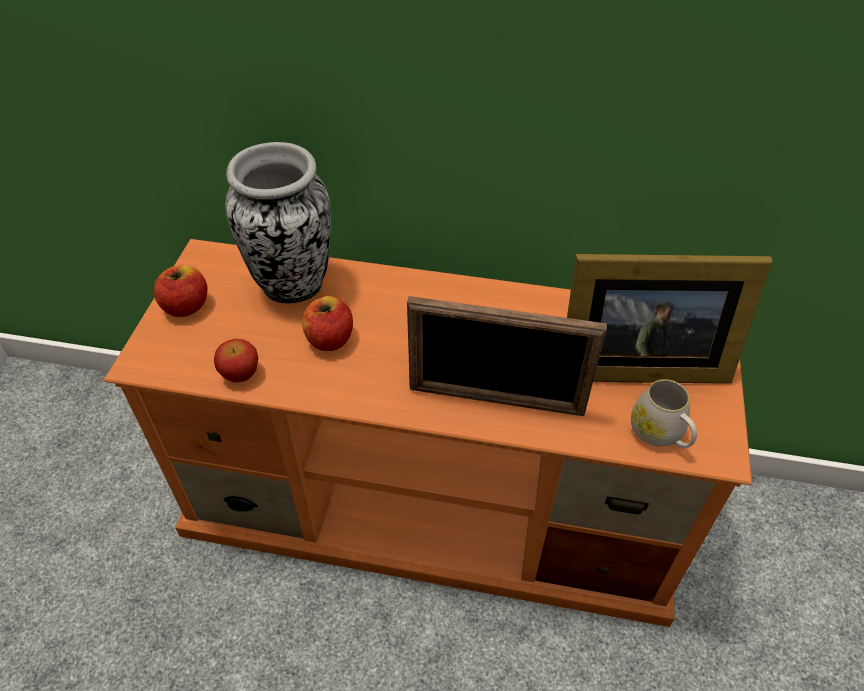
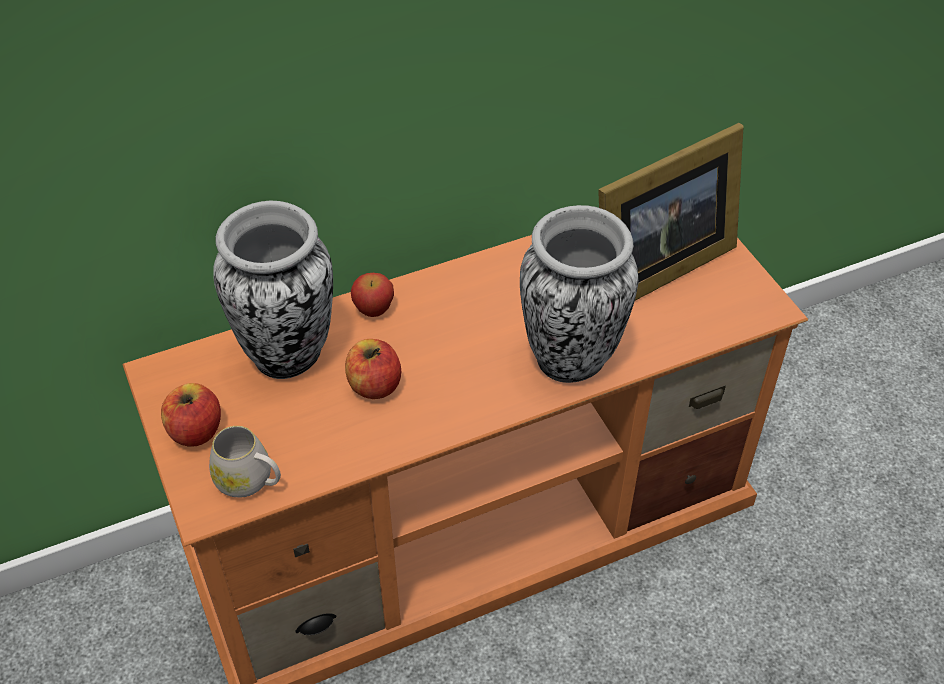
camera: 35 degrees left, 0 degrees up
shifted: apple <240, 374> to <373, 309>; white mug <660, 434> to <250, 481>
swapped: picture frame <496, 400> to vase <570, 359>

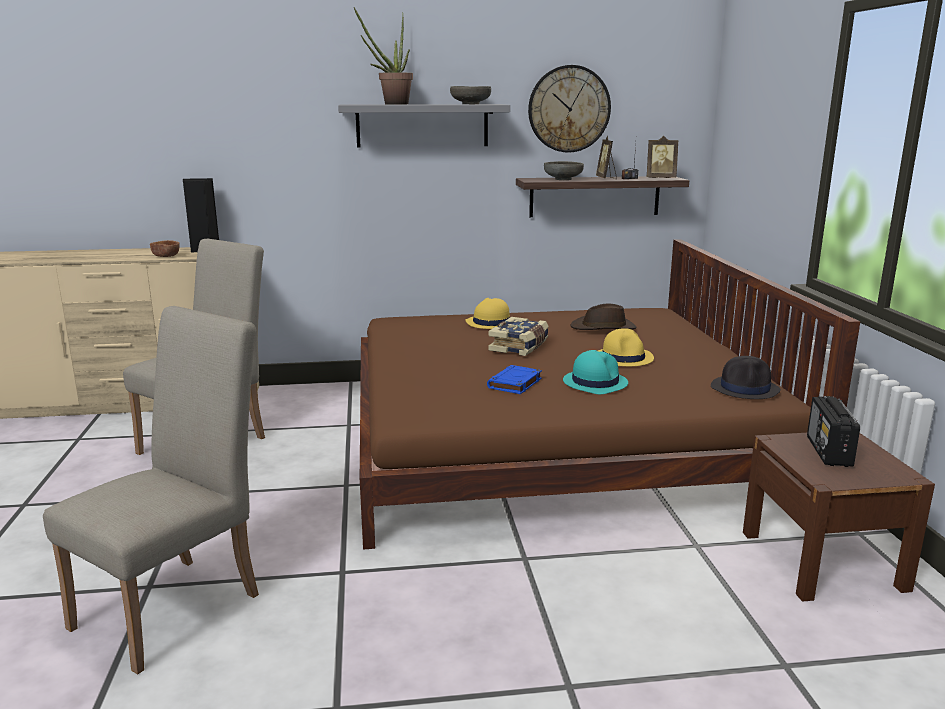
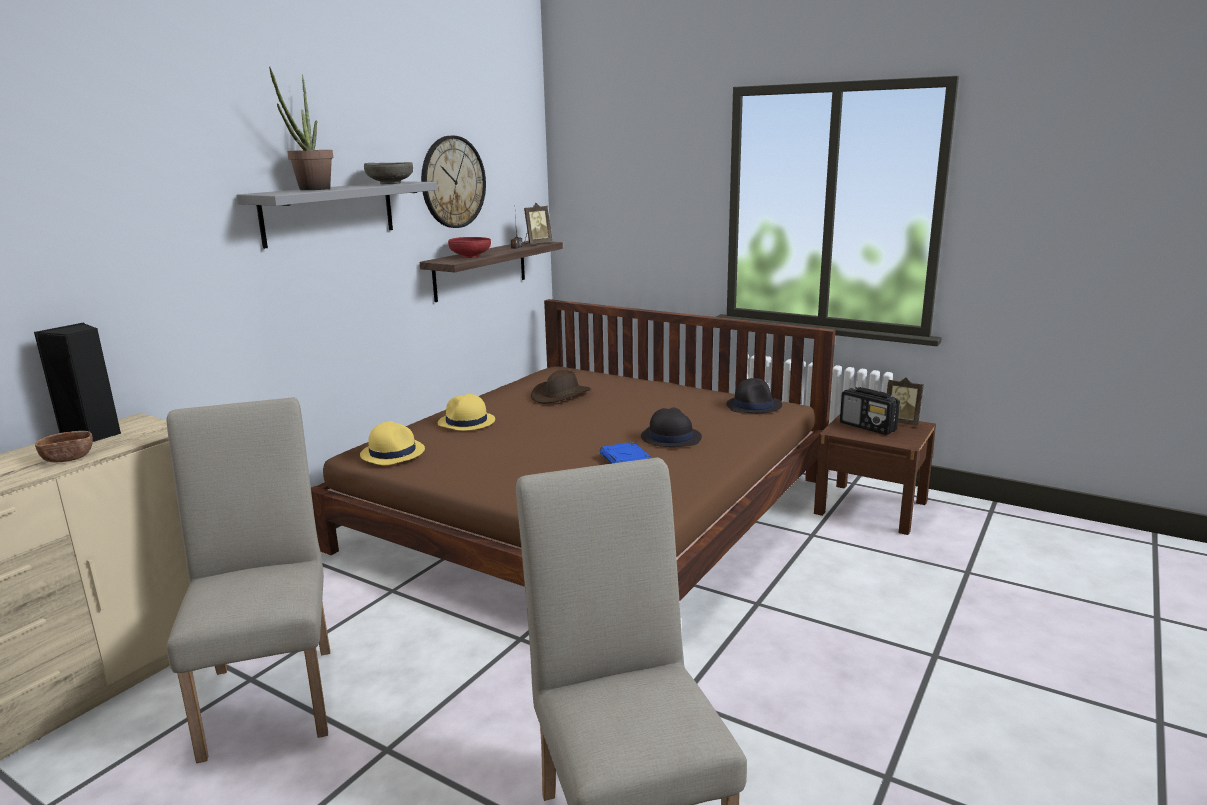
camera: 50 degrees left, 0 degrees up
gone: book <520, 347>
shifted: picture frame <606, 178> to <902, 422>; yellow hat <623, 358> to <392, 453>
repainted: grey bowl <563, 179> to red bowl <470, 256>; turquoise hat <595, 382> to black hat <670, 437>

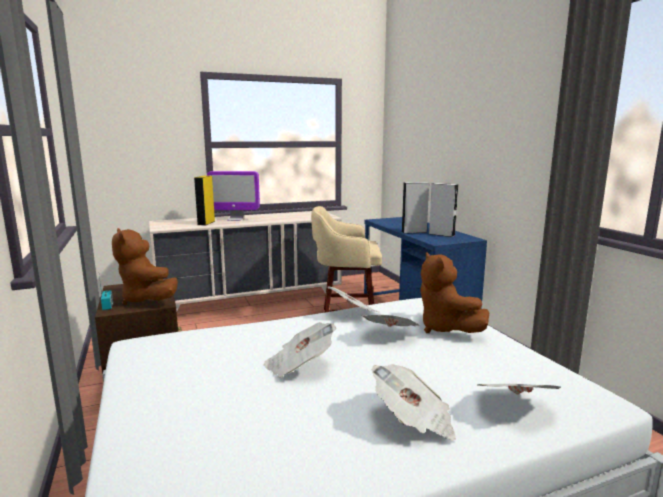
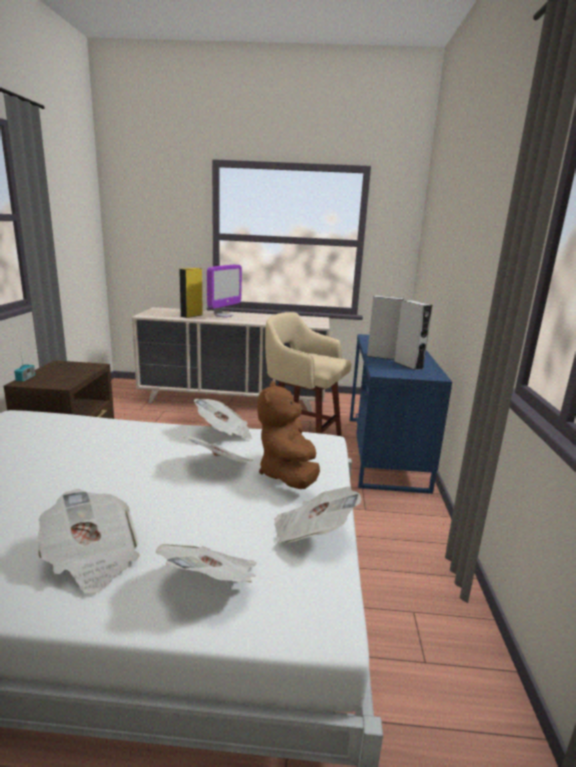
camera: 25 degrees right, 5 degrees up
gone: brown plush toy <147, 300>
shifted: newspaper <299, 366> to <312, 533>
rotated: monitor <235, 219> = <223, 315> 90 degrees counterclockwise

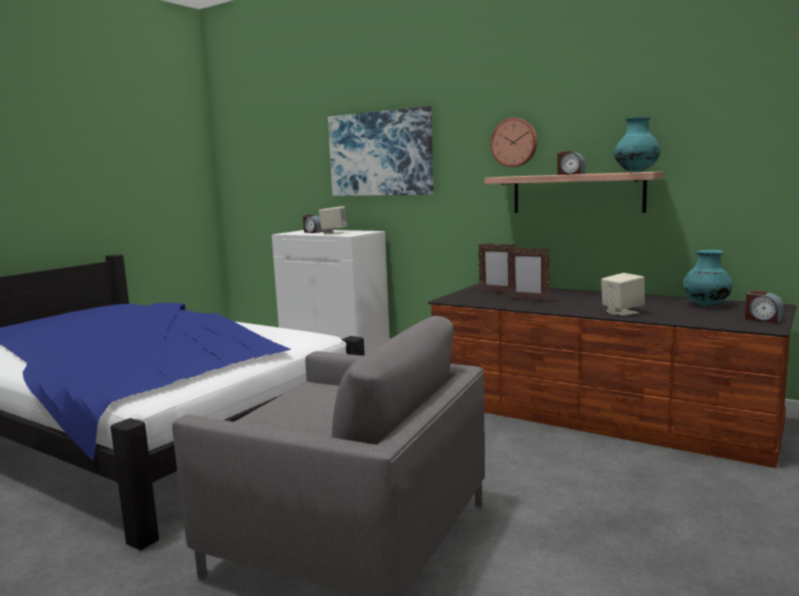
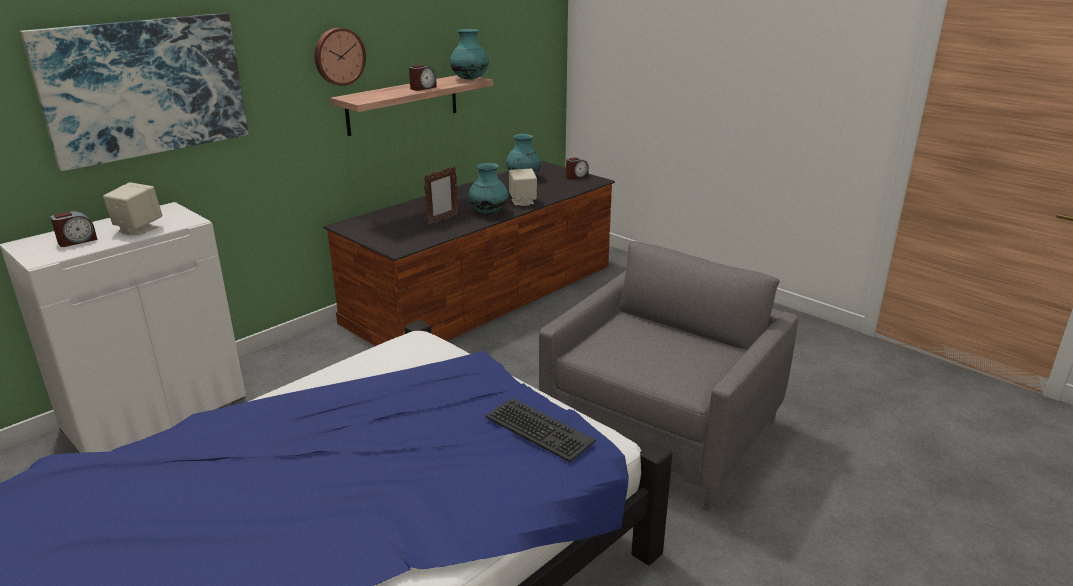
camera: 80 degrees left, 15 degrees up
gone: picture frame <496, 292>
new: turquoise vase <488, 212>; keyboard <538, 430>

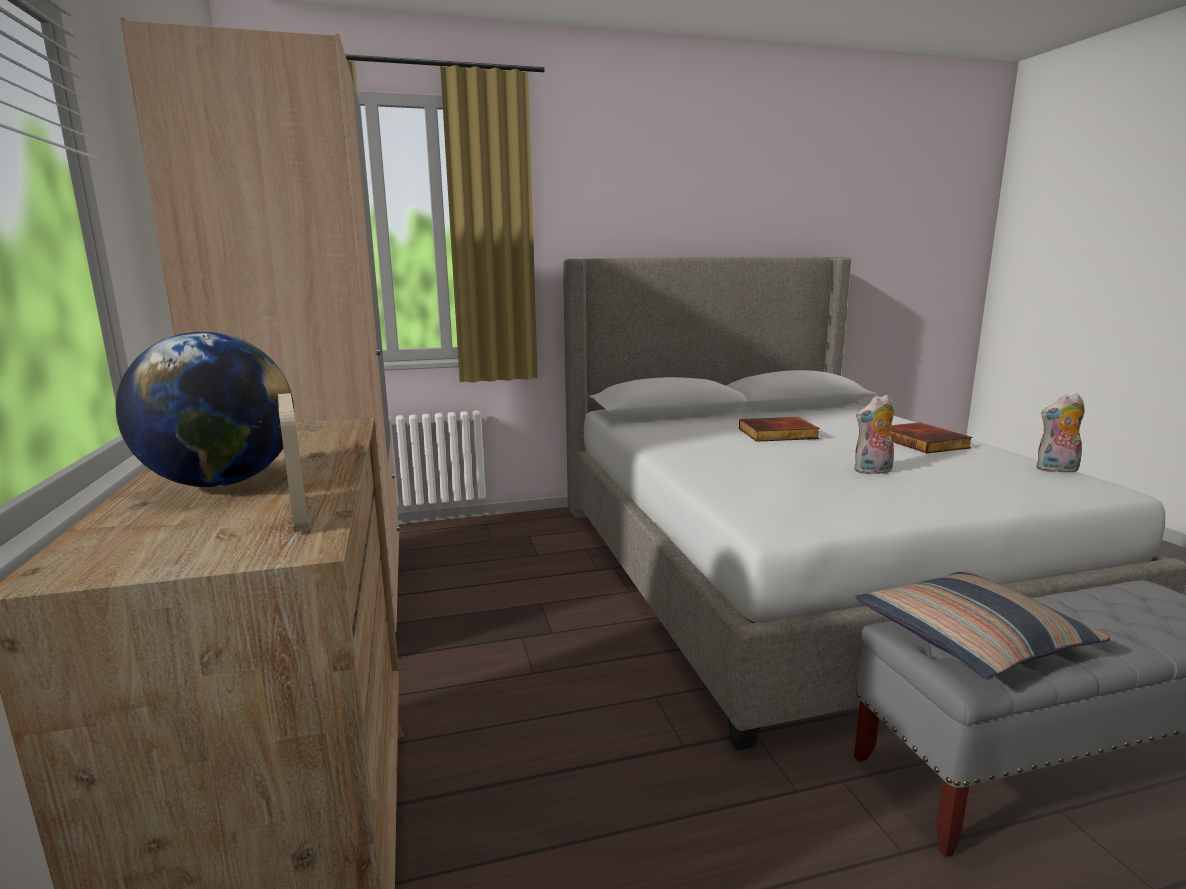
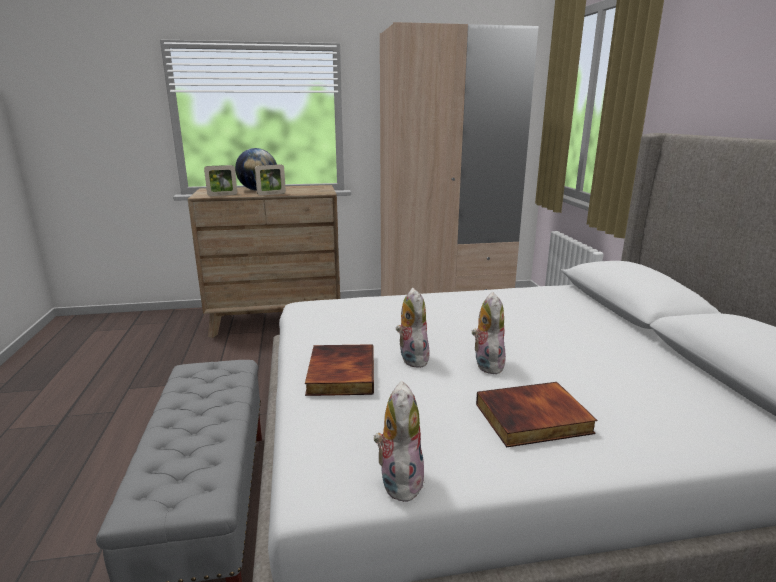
camera: 95 degrees right, 5 degrees up
gone: pillow <971, 639>
new: picture frame <271, 194>; plush toy <486, 364>
shifted: book <777, 434> to <339, 373>

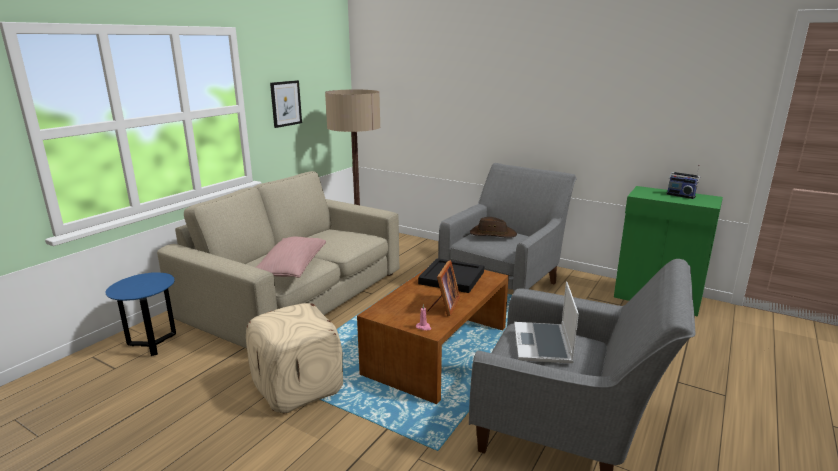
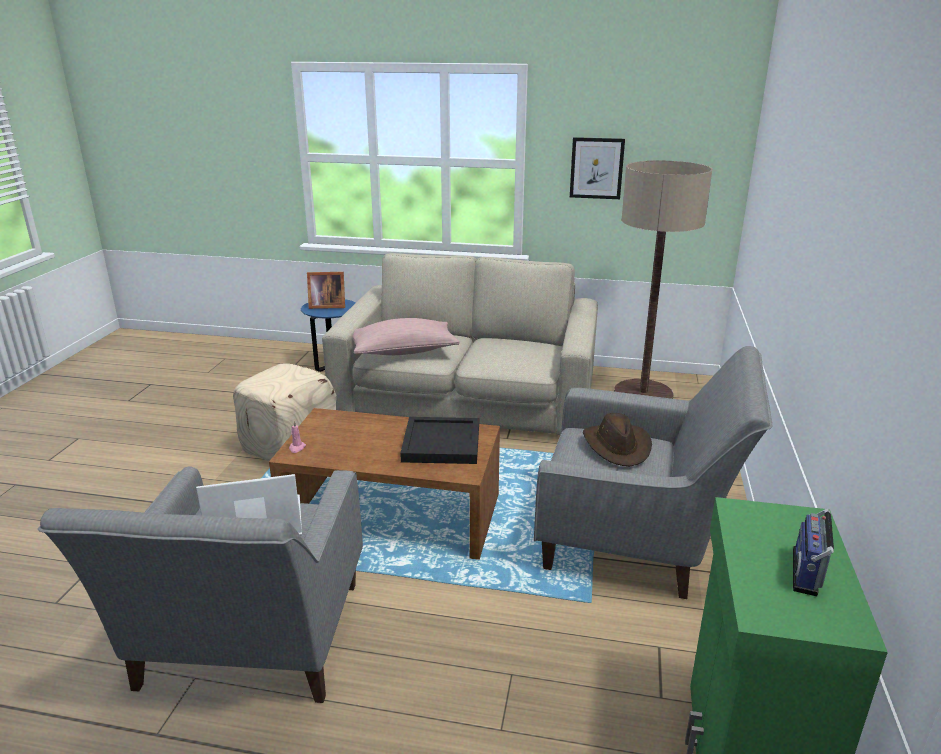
camera: 70 degrees right, 5 degrees up
shifted: picture frame <444, 306> to <326, 306>

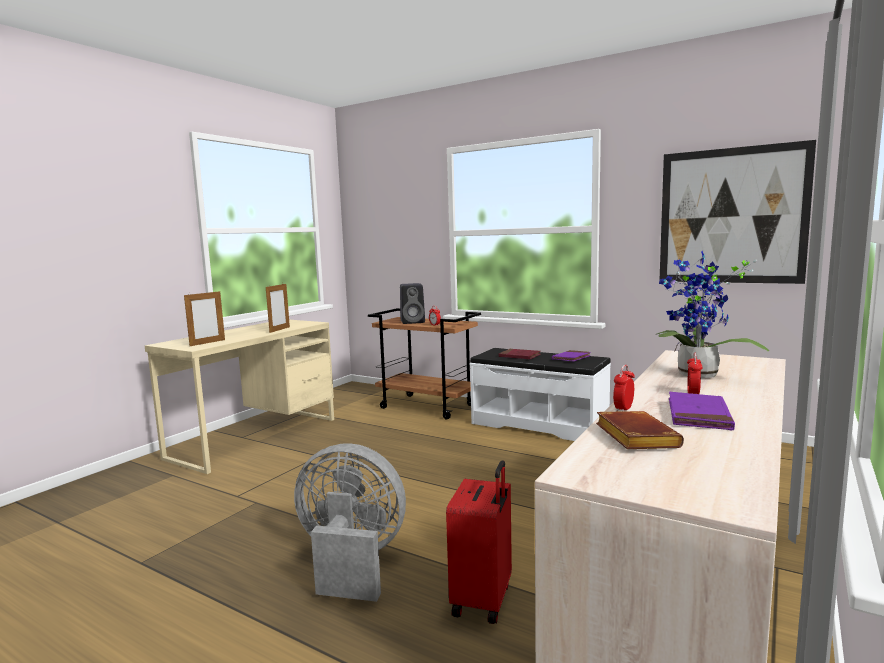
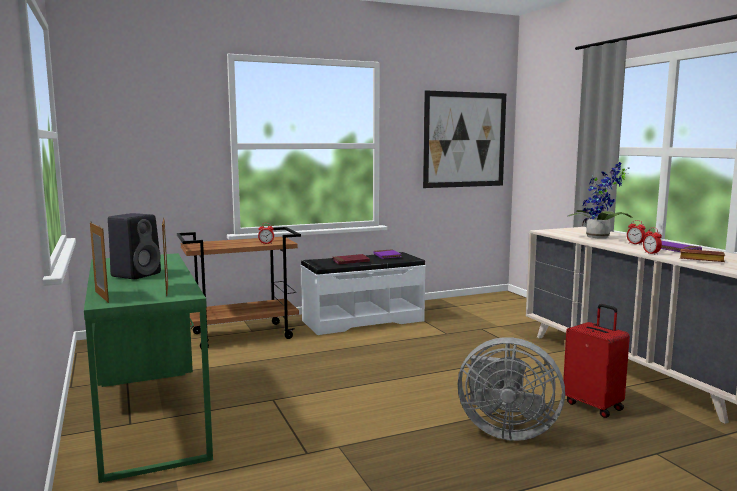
camera: 55 degrees left, 0 degrees up
shifted: picture frame <279, 330> to <101, 297>; black speaker <413, 322> to <137, 274>
repainted: beige desk <255, 437> to green desk <150, 417>
rotated: grey fan <351, 561> = <505, 430> 120 degrees counterclockwise

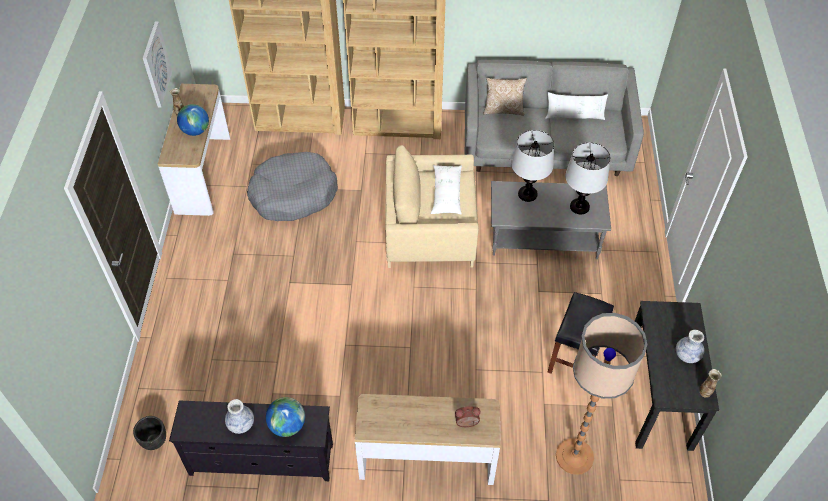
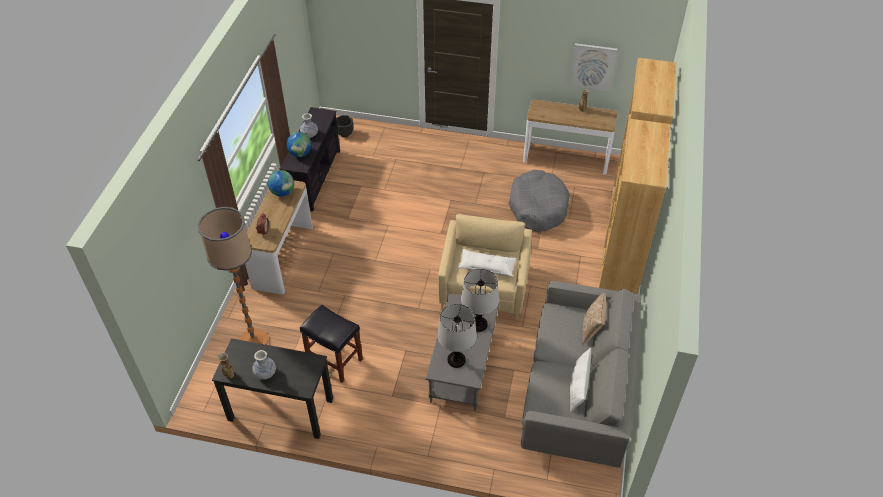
camera: 100 degrees right, 5 degrees down
shifted: globe <195, 131> to <282, 192>

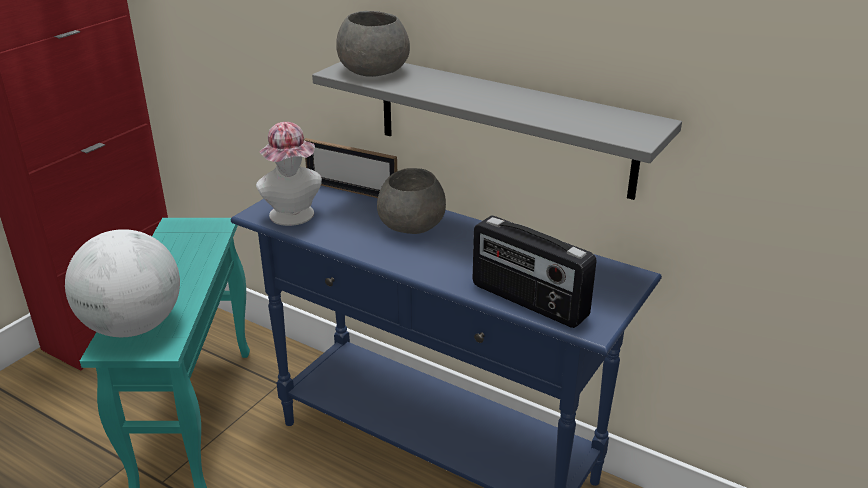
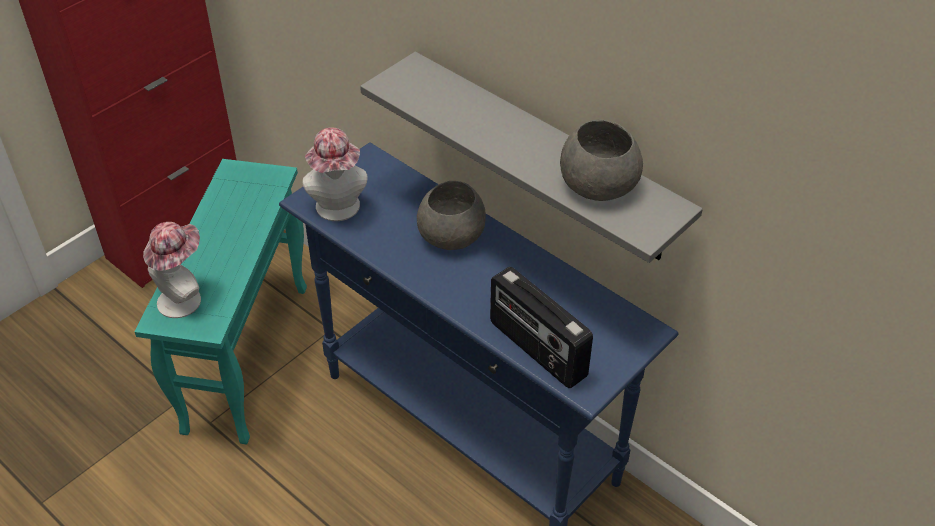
camera: 10 degrees right, 15 degrees up
gone: picture frame <351, 191>
shifted: grey bowl <372, 70> to <597, 183>
swapped: globe <133, 326> to hat <184, 298>

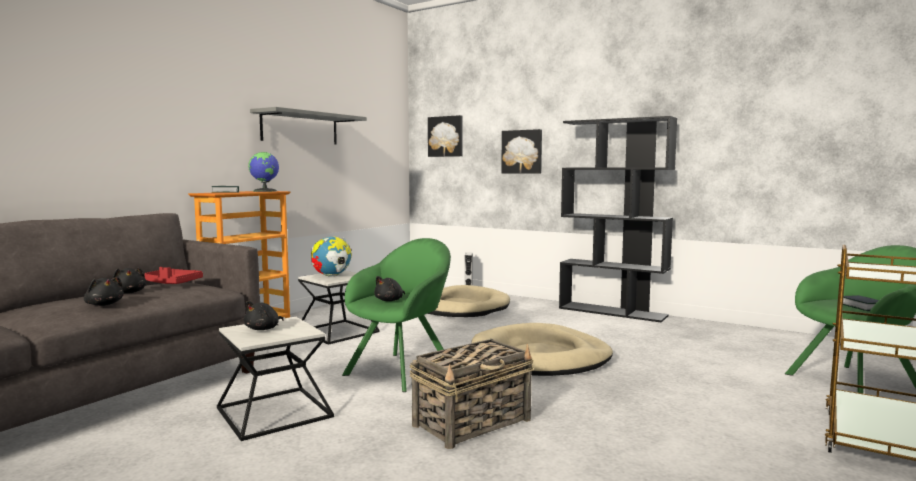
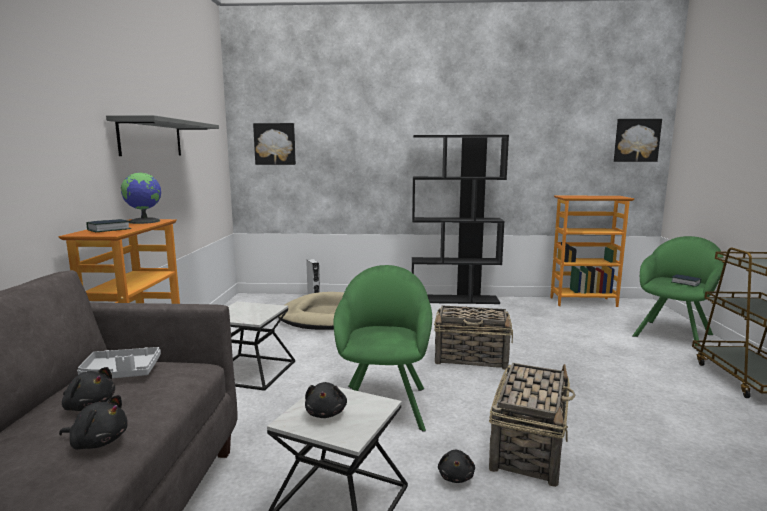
camera: 30 degrees left, 5 degrees up
gone: globe <331, 276>
new: bookcase <583, 302>
shifted: black plush toy <390, 300> to <456, 476>; picture <522, 151> to <636, 140>
swapped: beige dog bed <541, 357> to basket <472, 358>
repainted: red tray <172, 283> to grey tray <121, 373>

